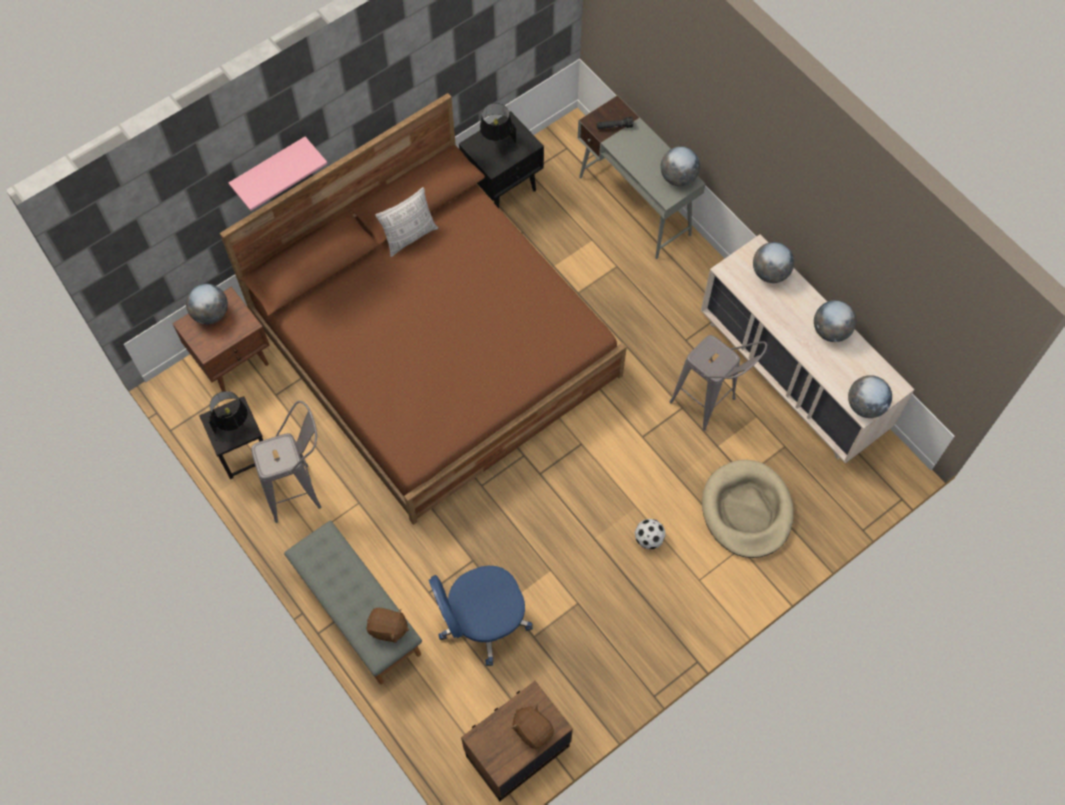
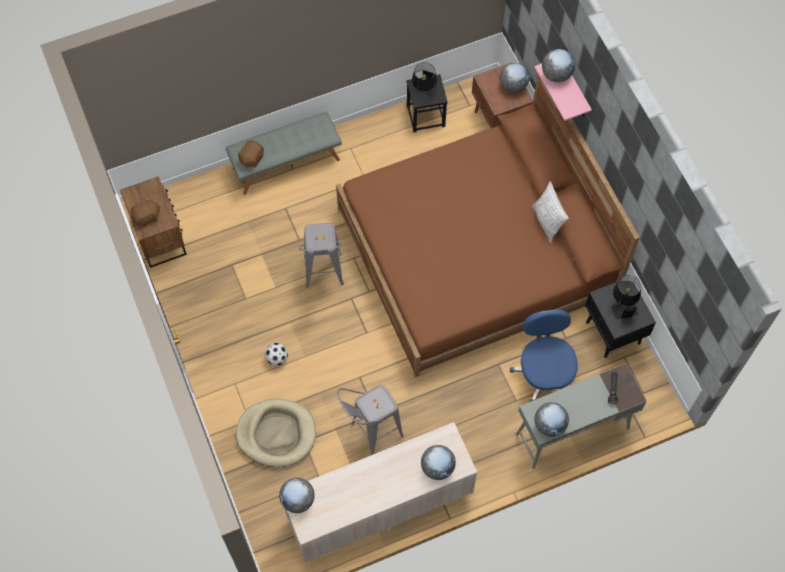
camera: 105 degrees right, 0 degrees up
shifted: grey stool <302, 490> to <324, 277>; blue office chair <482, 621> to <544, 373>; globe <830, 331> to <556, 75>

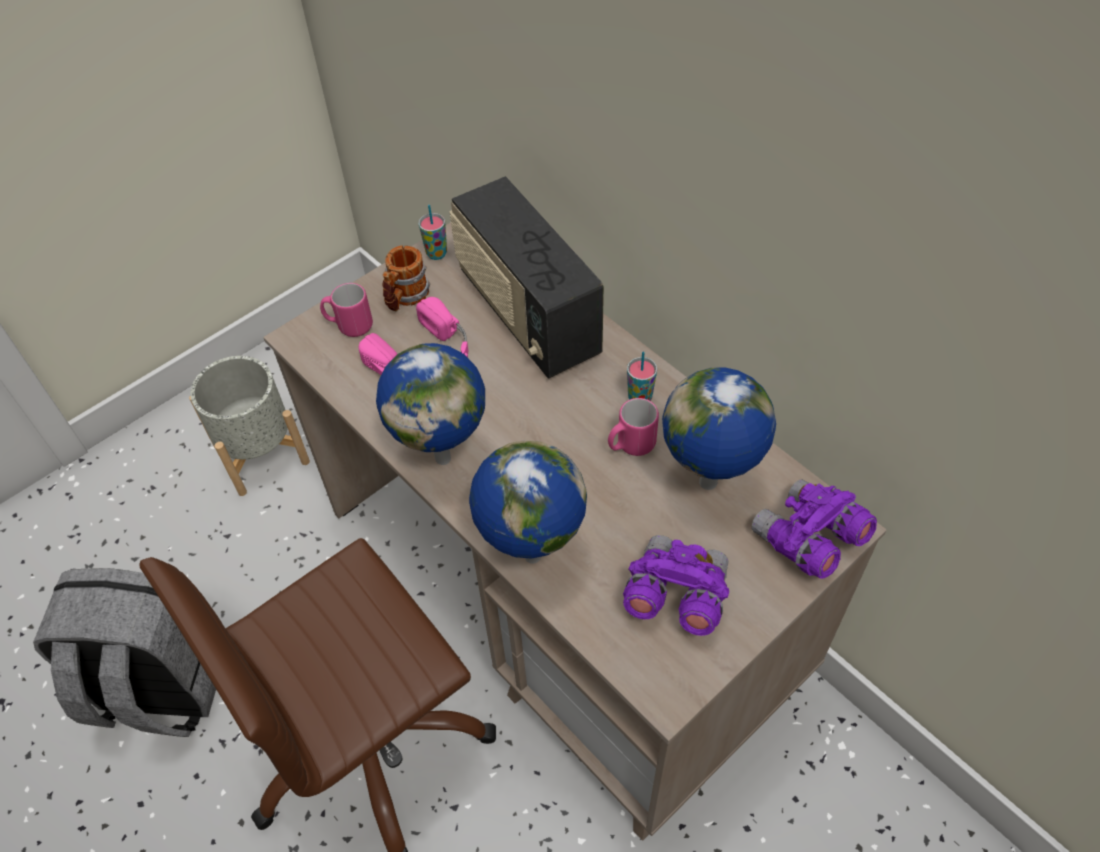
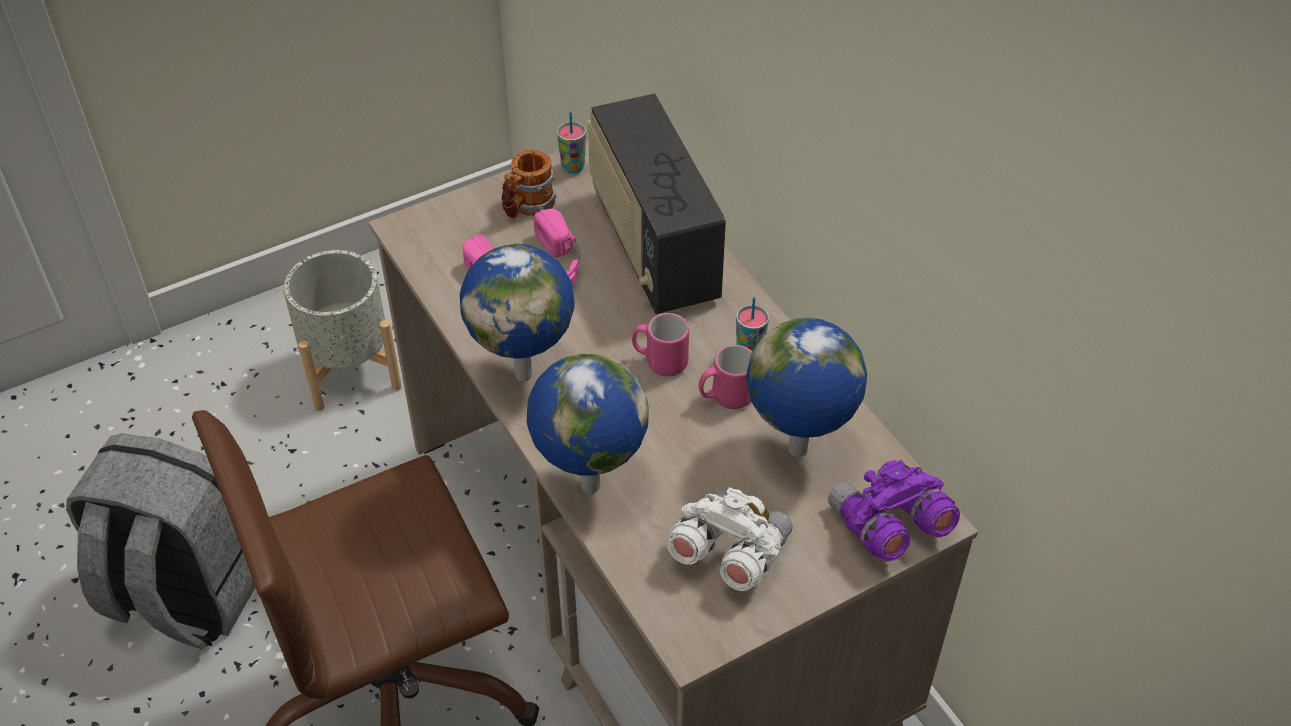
camera: 10 degrees right, 5 degrees down
shifted: pink mug <349, 325> to <659, 361>
repainted: purple binoculars <675, 596> to white binoculars <728, 552>

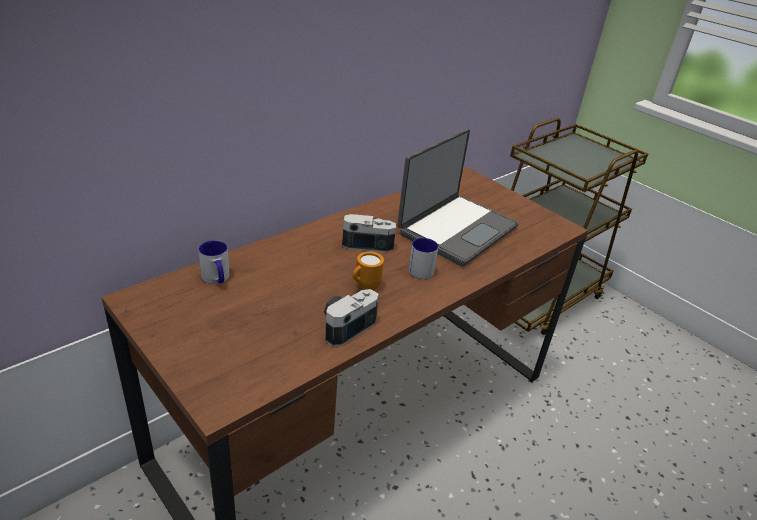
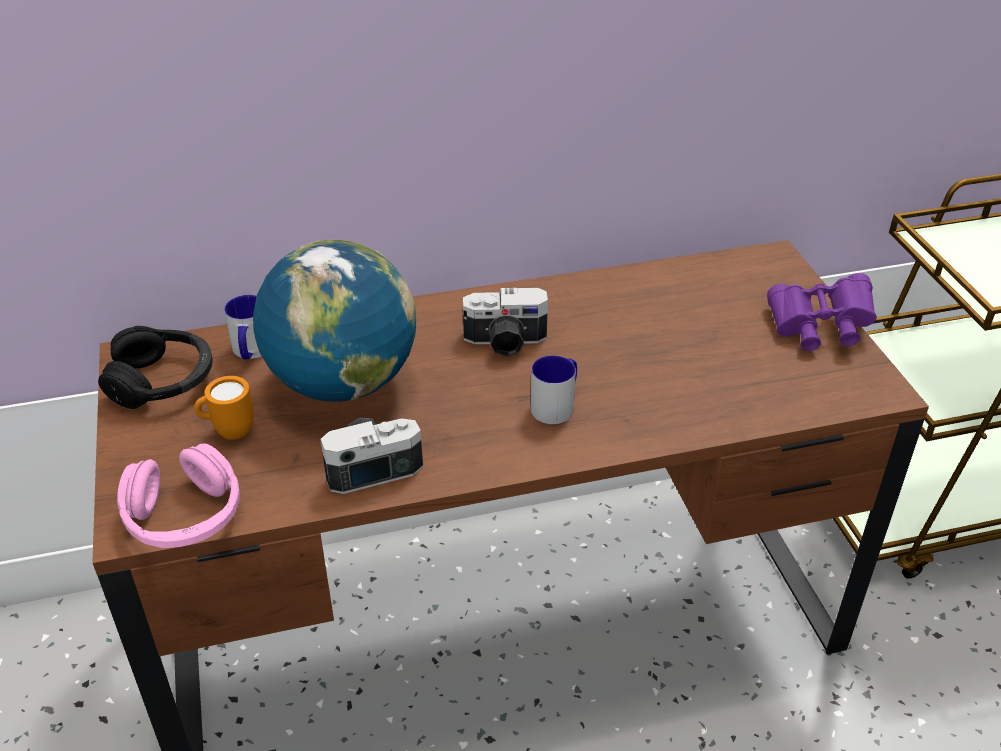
camera: 30 degrees right, 5 degrees up
gone: laptop <456, 229>
new: black headphones <163, 381>; pink headphones <185, 516>; globe <343, 383>; purple binoculars <818, 328>
shifted: orange mug <364, 287> to <228, 431>
rotated: photo camera <368, 242> = <505, 342> 150 degrees clockwise

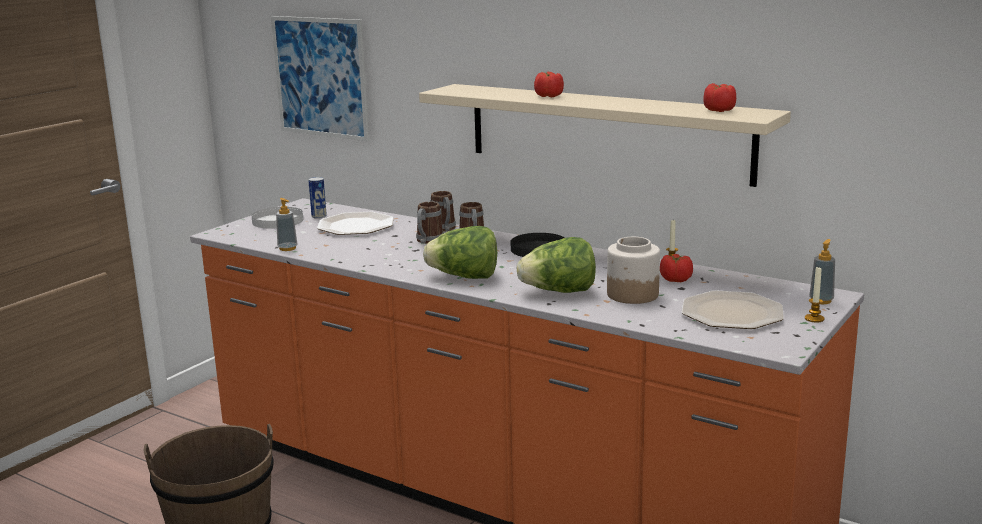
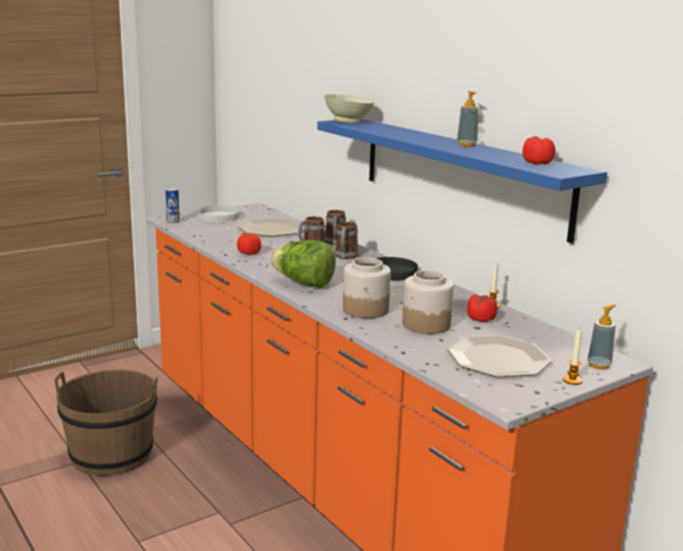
camera: 20 degrees right, 0 degrees up
gone: picture <320, 77>
new: beige bowl <348, 122>
shifted: soap dispenser <287, 248> to <466, 145>; can <319, 216> to <173, 221>; tomato <549, 96> to <249, 253>
swapped: lettuce <559, 292> to jar <366, 310>
repainted: beige shelf <606, 132> to blue shelf <460, 174>

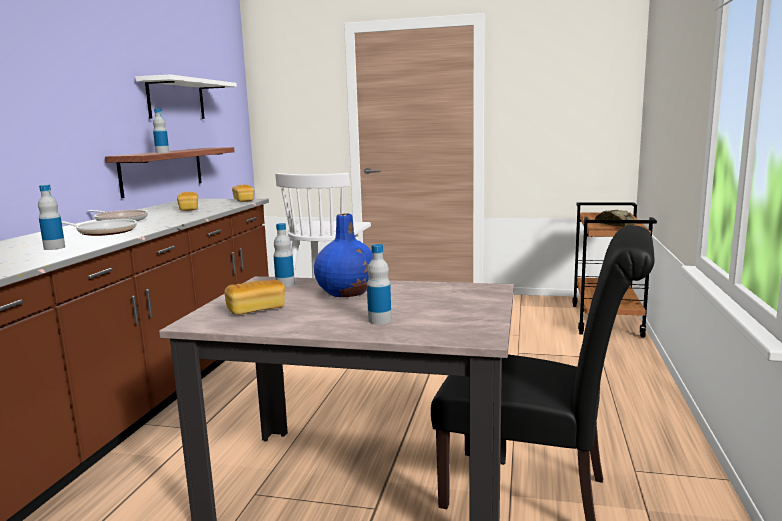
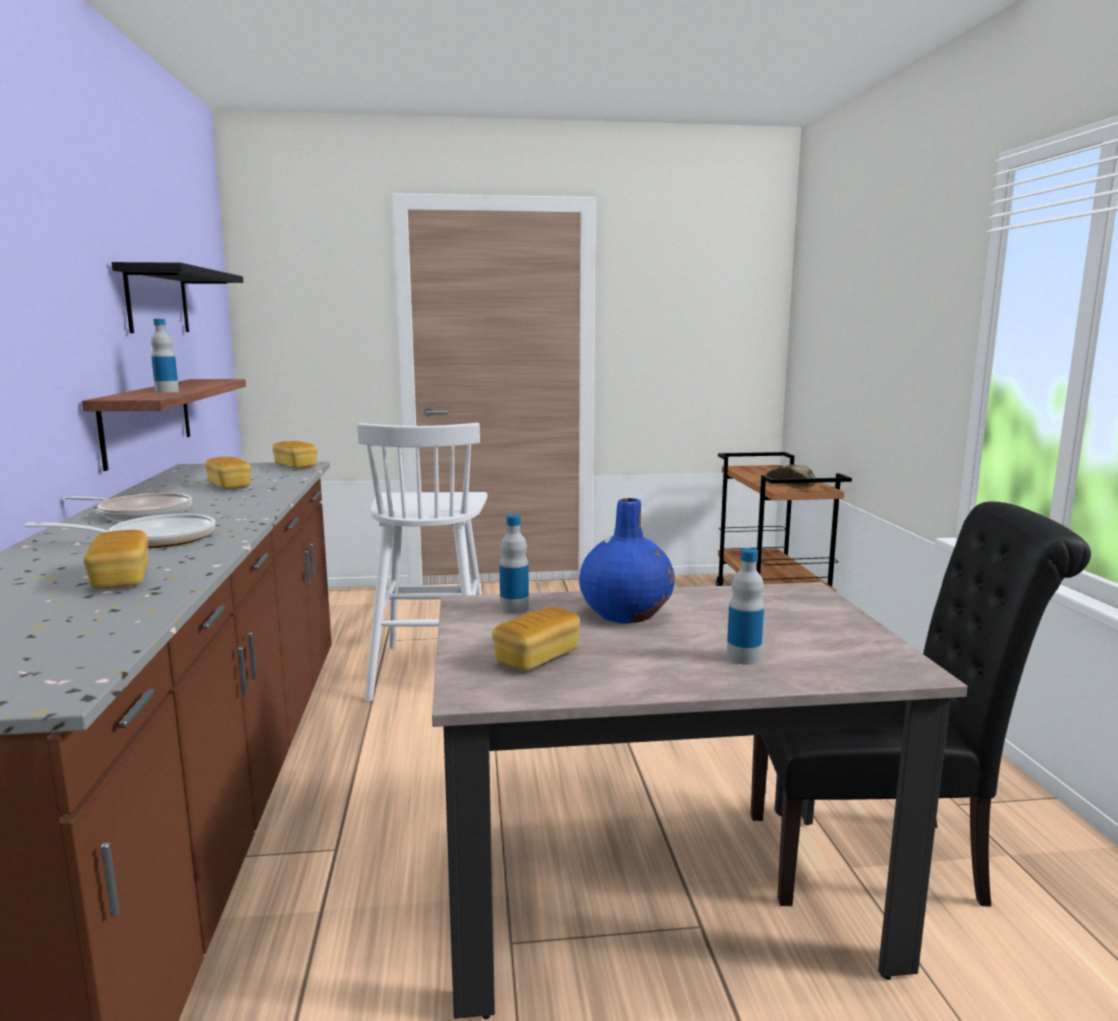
camera: 20 degrees left, 0 degrees up
swapped: bottle <54, 248> to bread <121, 579>
repainted: white shelf <176, 99> to black shelf <157, 301>

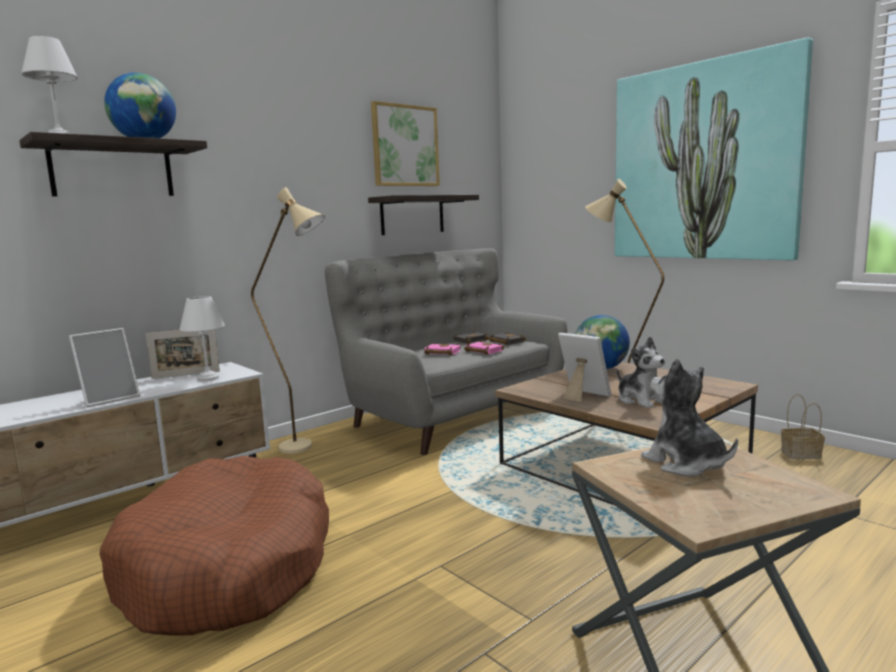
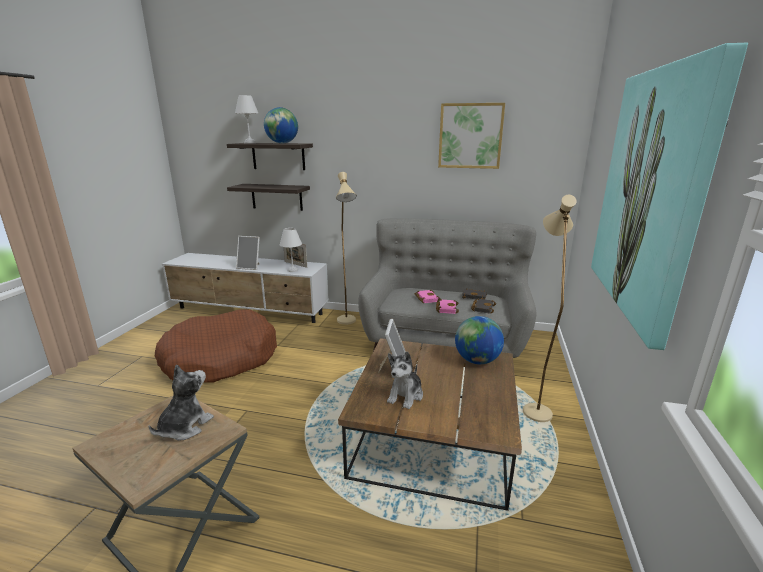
camera: 55 degrees right, 10 degrees up
gone: basket <800, 455>
shifted: shelf <412, 215> to <276, 197>

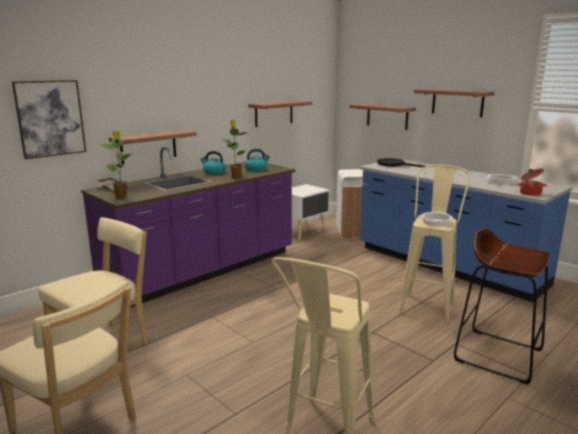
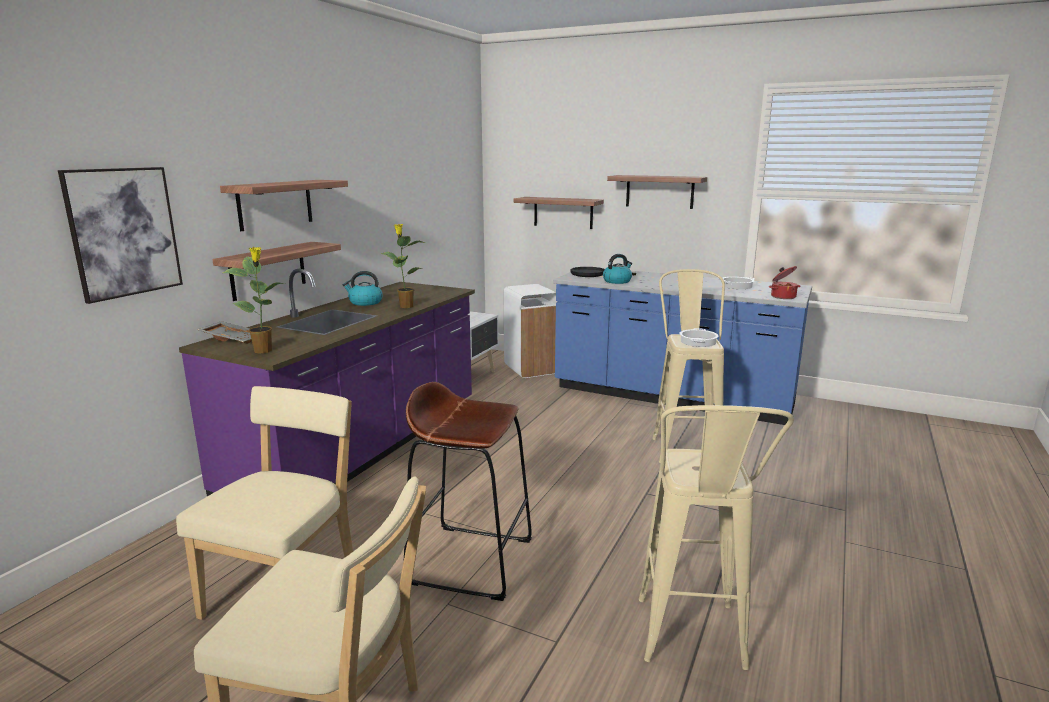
camera: 20 degrees left, 0 degrees up
shifted: kettle <256, 169> to <617, 281>; shelf <274, 113> to <275, 204>; brown stool <498, 355> to <470, 560>

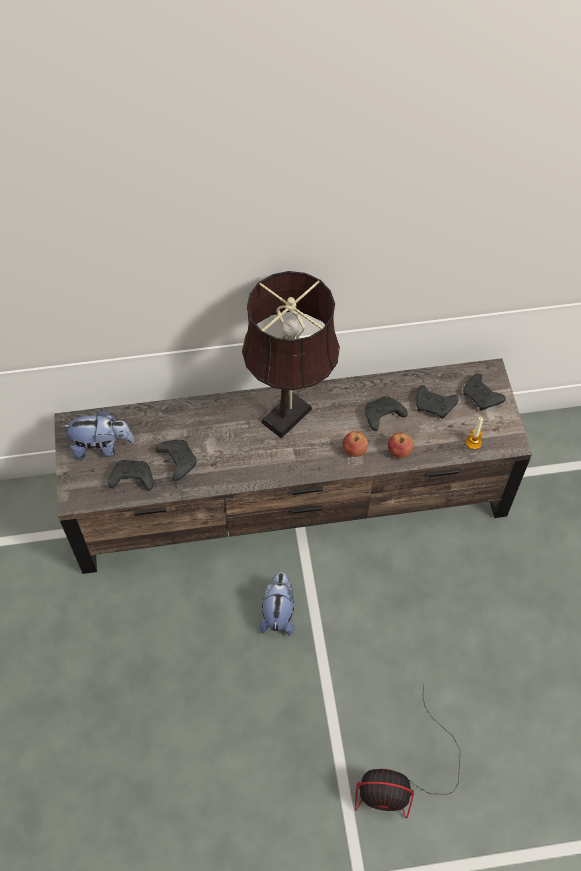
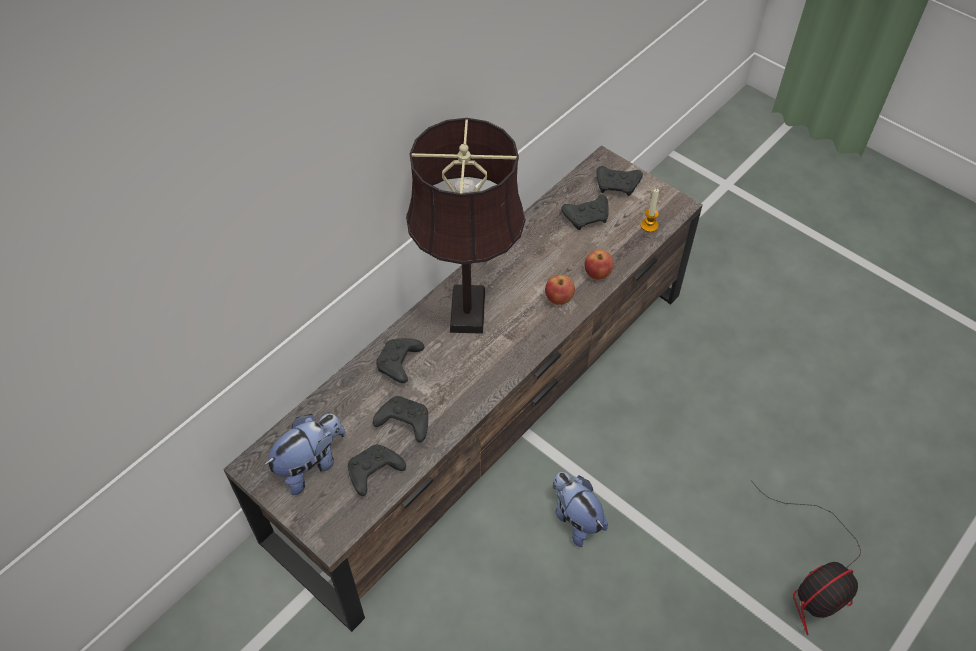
camera: 40 degrees left, 5 degrees down
shifted: black game controller <382, 417> to <399, 364>

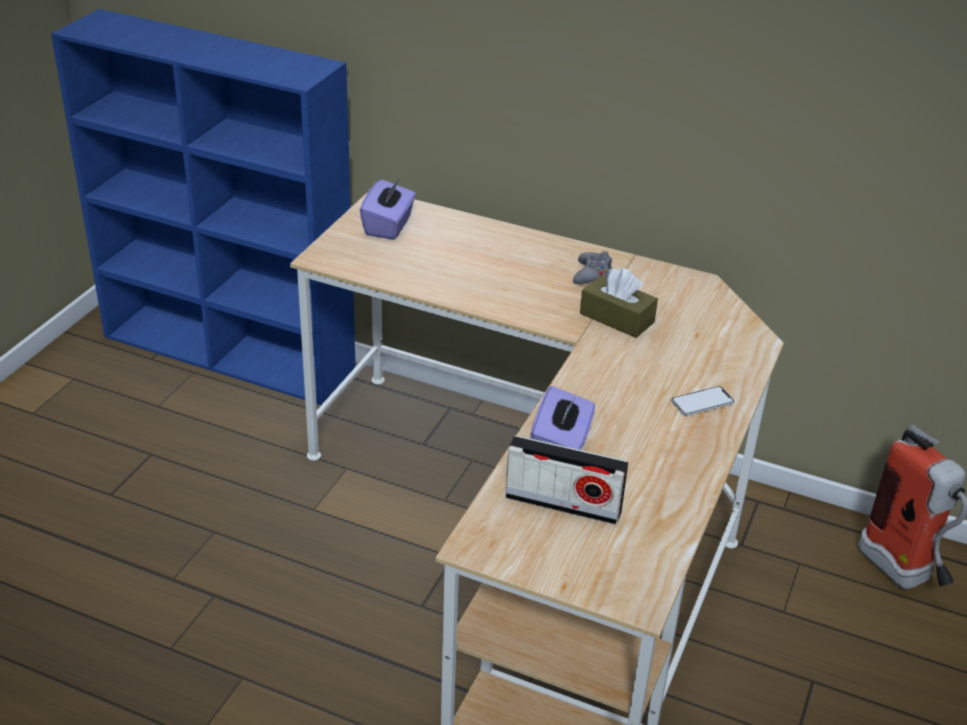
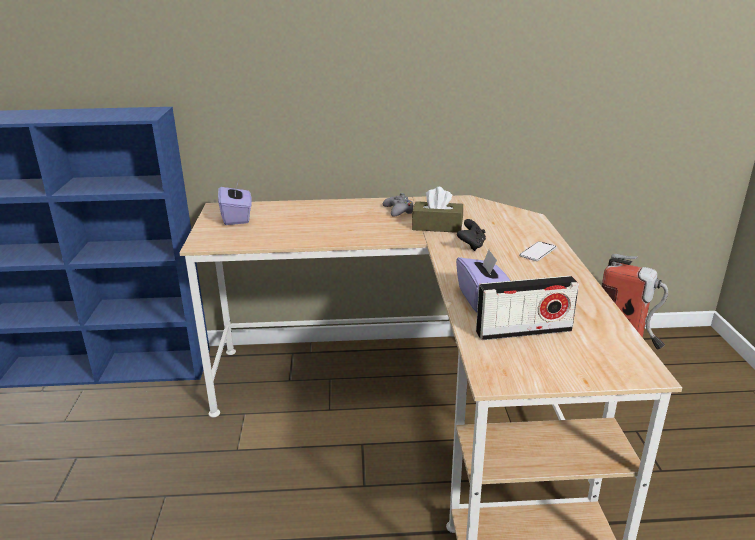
camera: 25 degrees left, 10 degrees down
new: black game controller <471, 246>

